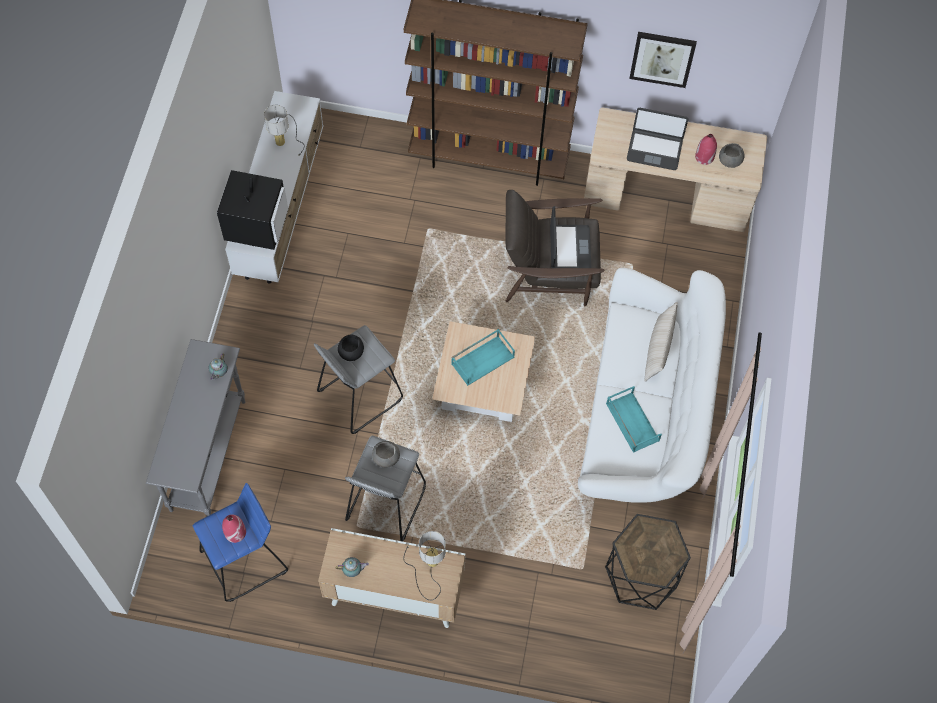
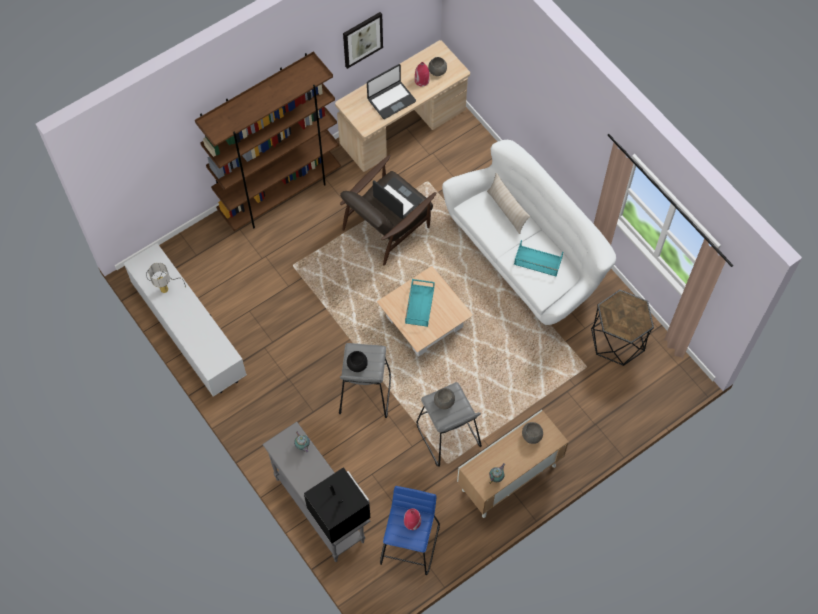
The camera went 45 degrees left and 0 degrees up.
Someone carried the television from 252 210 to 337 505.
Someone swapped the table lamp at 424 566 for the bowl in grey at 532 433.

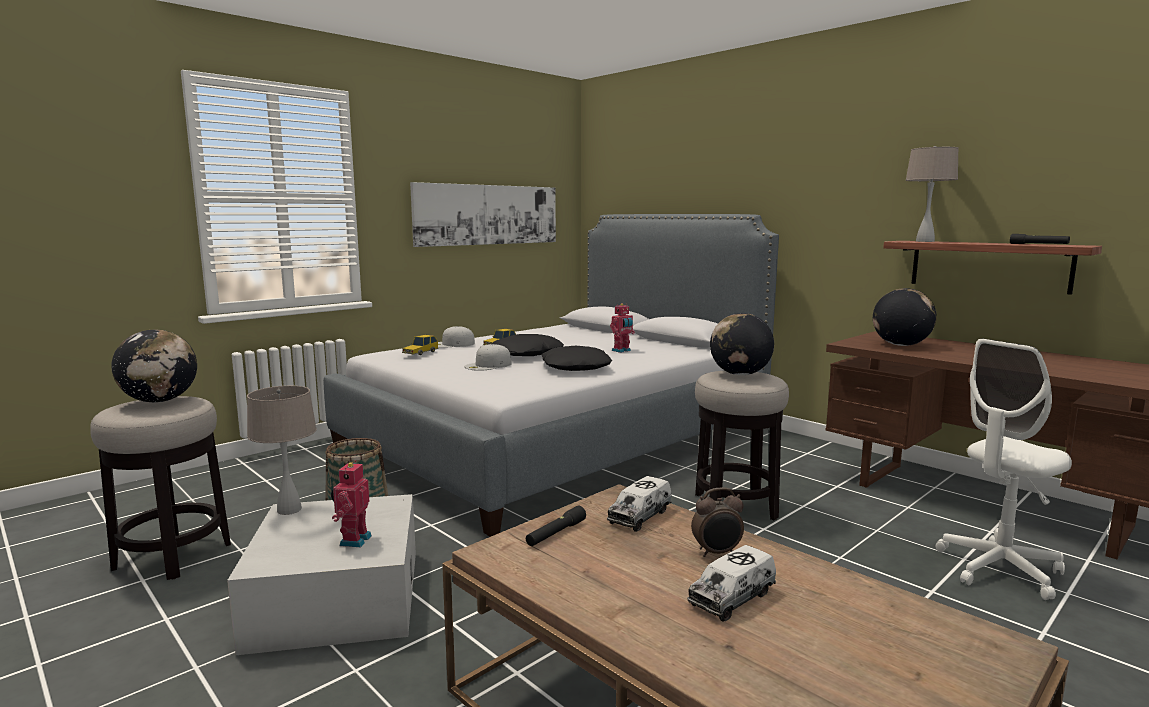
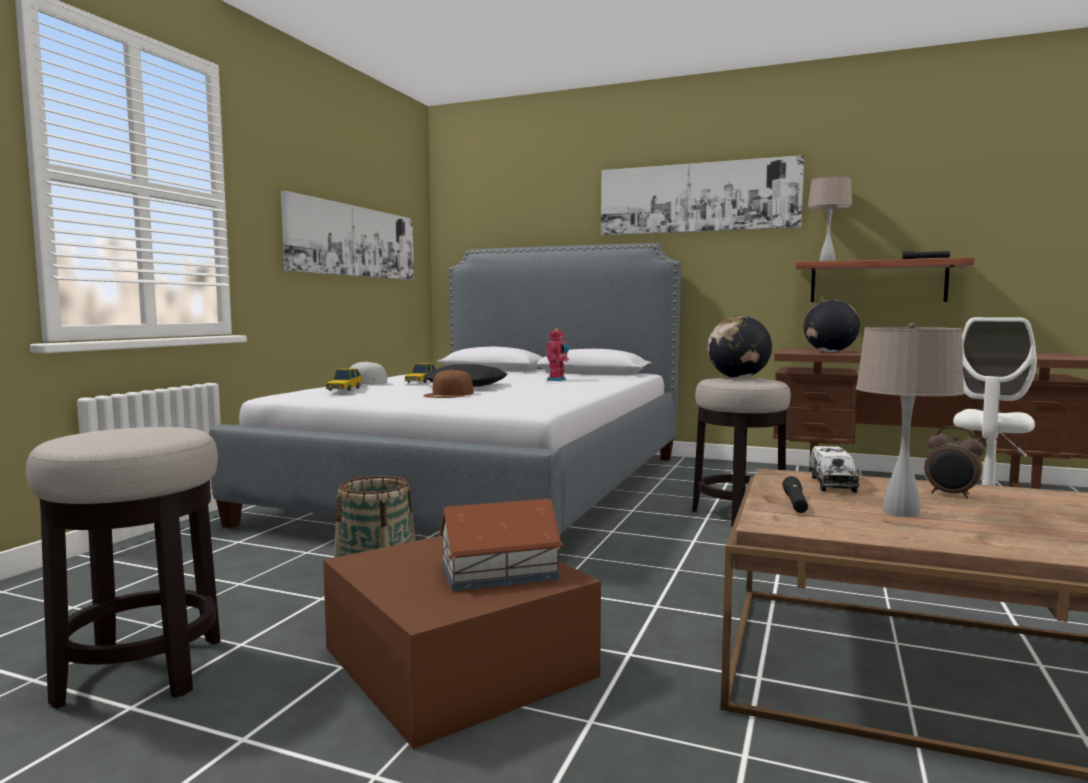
The camera went 25 degrees left and 5 degrees down.
Someone repainted the storage box in white at 321 574, which became the storage box in brown at 462 642.
Someone repainted the cap in white at 488 357, which became the cap in brown at 448 383.
Someone swapped the toy robot at 351 503 for the toy house at 500 545.
Someone put up the picture at 702 195.
Someone carried the table lamp in beige from 282 450 to 910 420.
Someone rotated the alarm clock at 717 522 by 75 degrees clockwise.
Someone took away the globe at 154 366.
Someone took away the pillow in black at 576 358.
Someone took away the toy truck at 731 583.

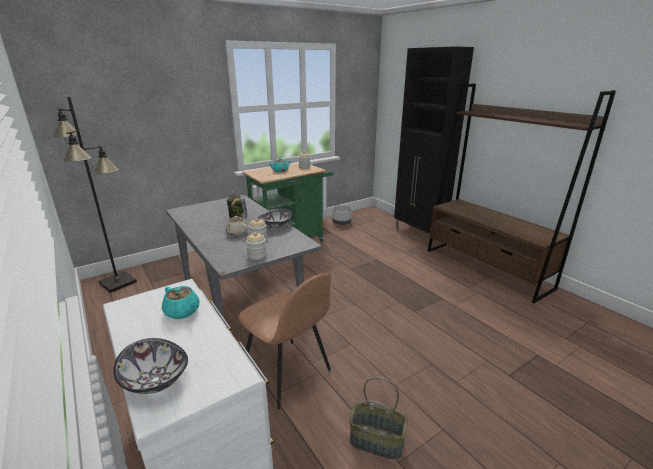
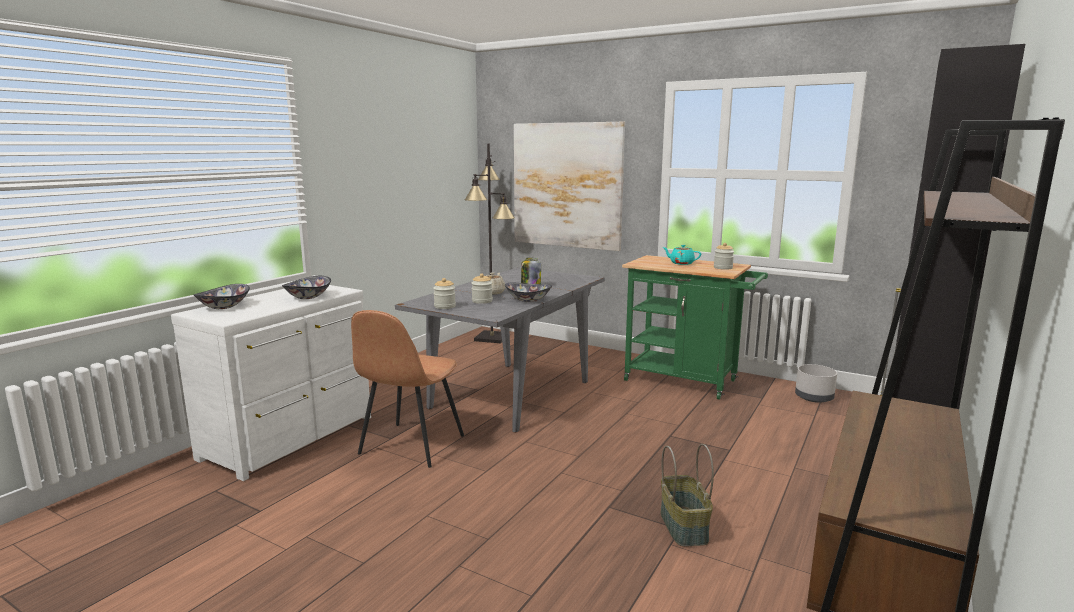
The camera went 65 degrees right and 10 degrees down.
Someone swapped the teapot in turquoise at 180 302 for the bowl at 306 287.
Someone put up the picture at 569 186.
Someone carried the basket from 378 418 to 687 495.

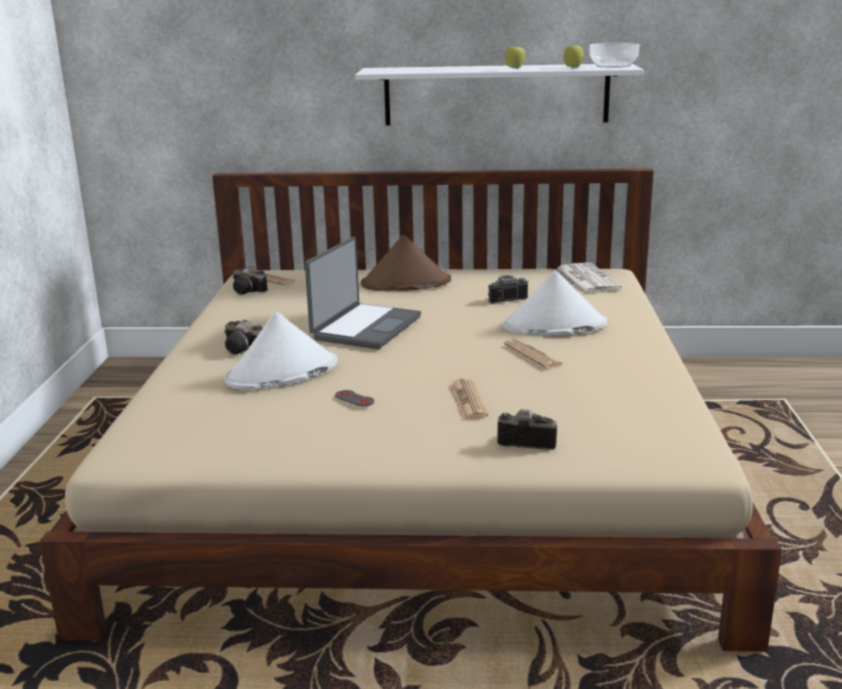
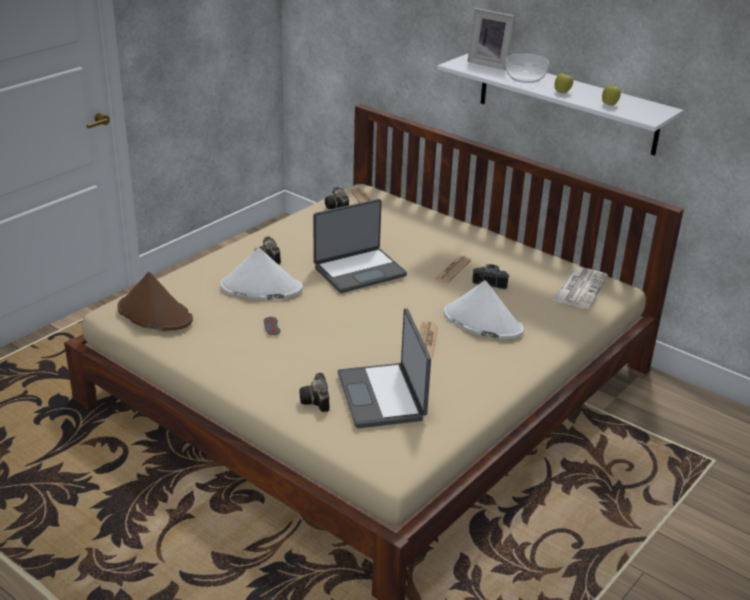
The camera went 35 degrees right and 10 degrees up.
Someone carried the hat in brown from 406 262 to 155 301.
Someone rotated the photo camera at 527 429 by 150 degrees counterclockwise.
Someone put down the laptop at 384 368.
Someone carried the newspaper from 469 398 to 453 269.
Someone put down the picture frame at 491 39.
Someone carried the bowl from 614 55 to 527 68.

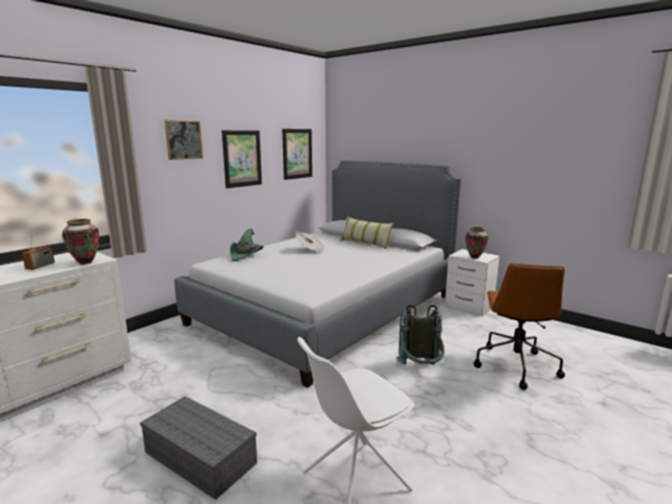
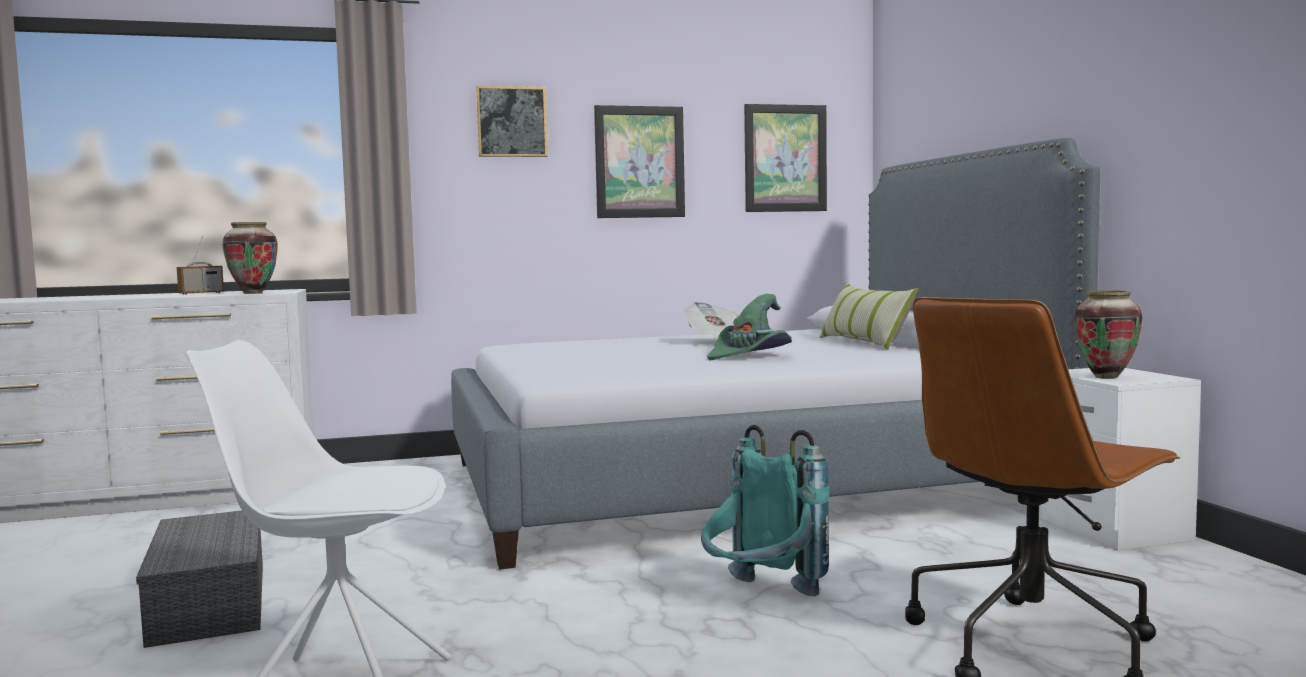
The camera went 35 degrees right and 10 degrees down.
Someone repainted the backpack in grey at 420 335, which became the backpack in turquoise at 765 510.
Someone carried the hat in green from 246 245 to 749 327.

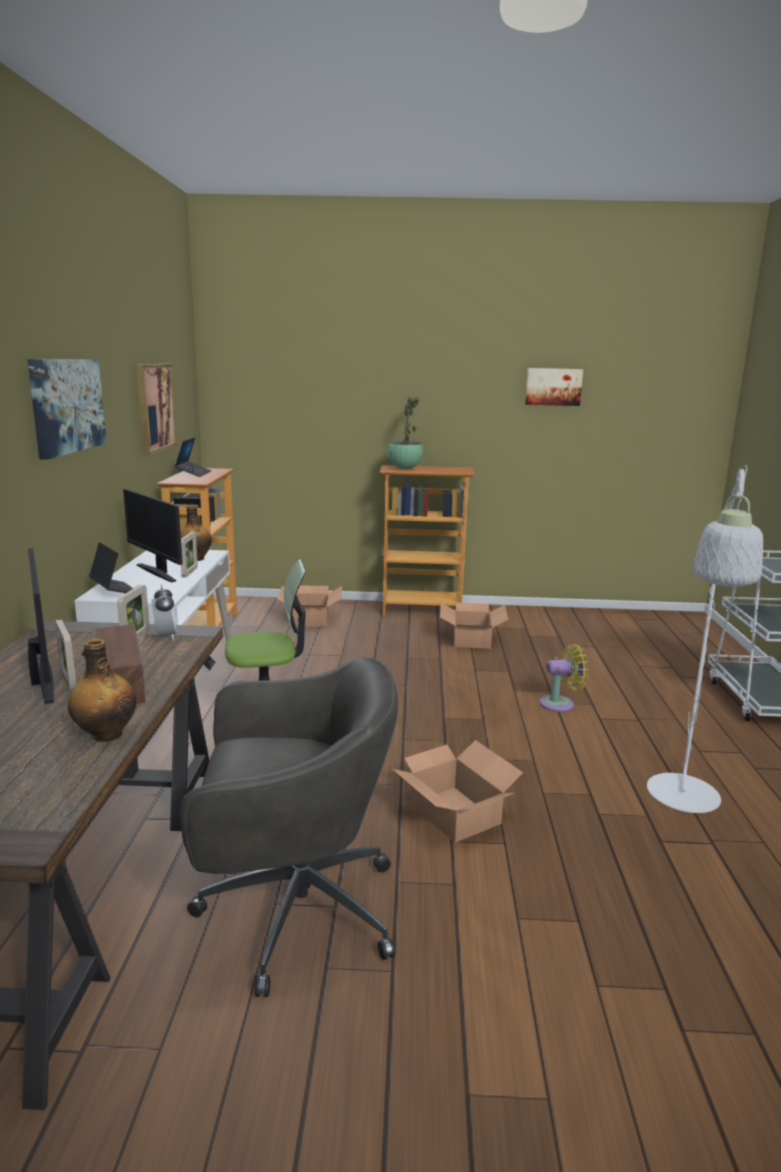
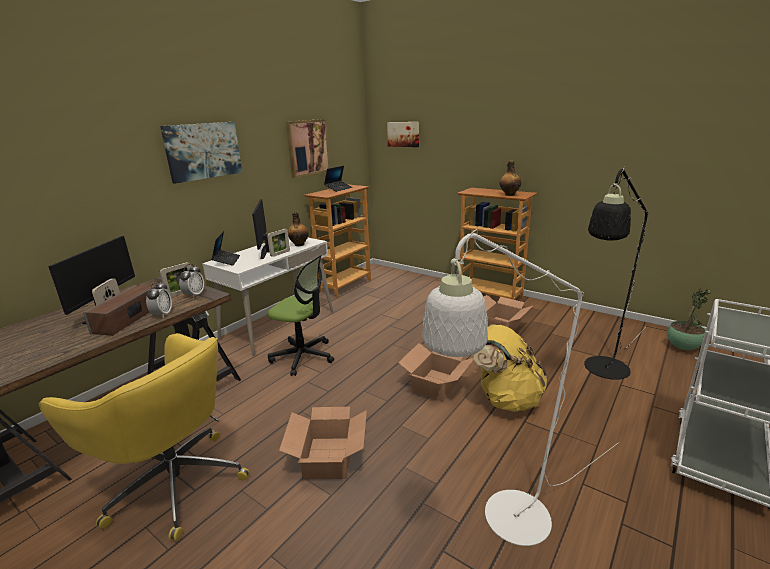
The camera went 35 degrees right and 5 degrees up.
Someone repainted the office chair in grey at 289 827, which became the office chair in yellow at 144 437.
Someone put down the alarm clock at 159 299.
Someone carried the picture from 554 387 to 403 134.
Someone carried the cardboard box from 310 606 to 435 372.
Someone swapped the fan in yellow at 564 678 for the backpack in yellow at 510 368.
Someone carried the bottle from 102 690 to 510 178.
Someone put down the floor lamp in black at 616 273.
Someone carried the potted plant from 405 433 to 689 319.

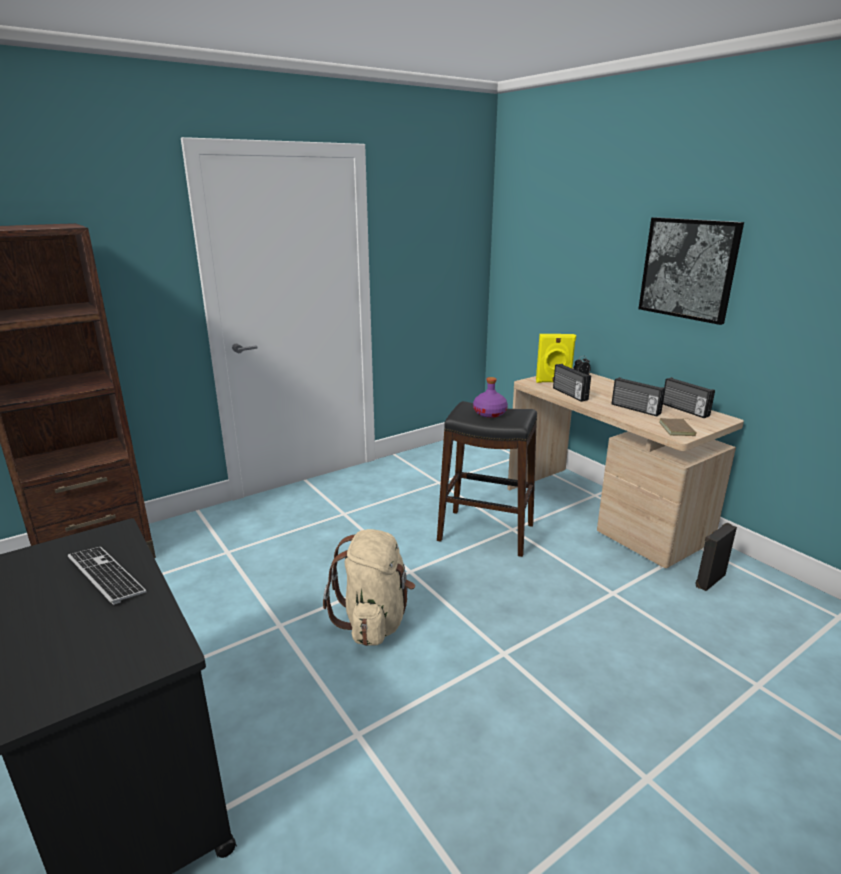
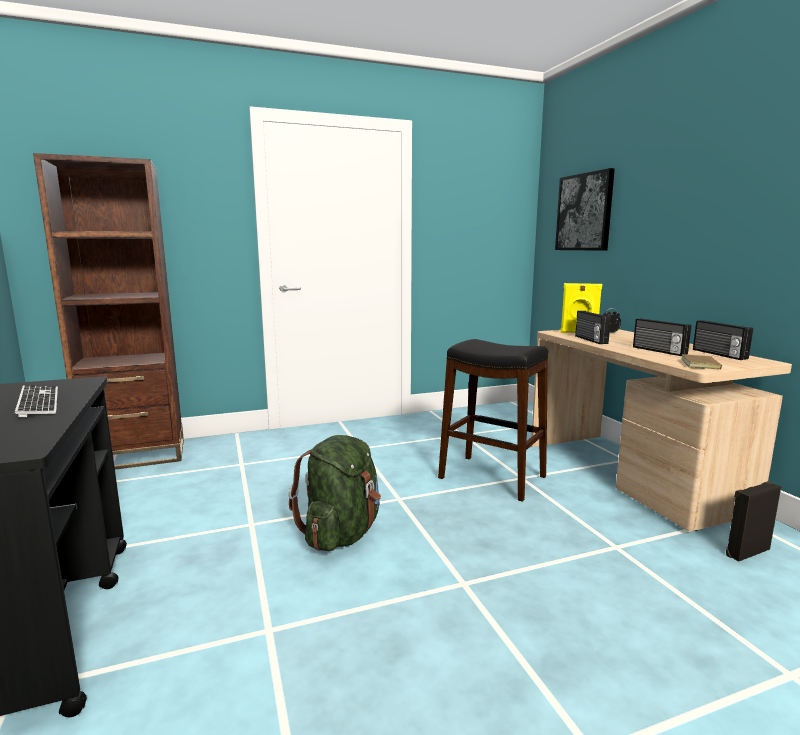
The camera went 15 degrees right and 10 degrees down.
Someone repainted the backpack in beige at 369 587, which became the backpack in green at 335 493.
Someone carried the picture from 691 271 to 585 209.
Someone took away the bottle in purple at 490 397.

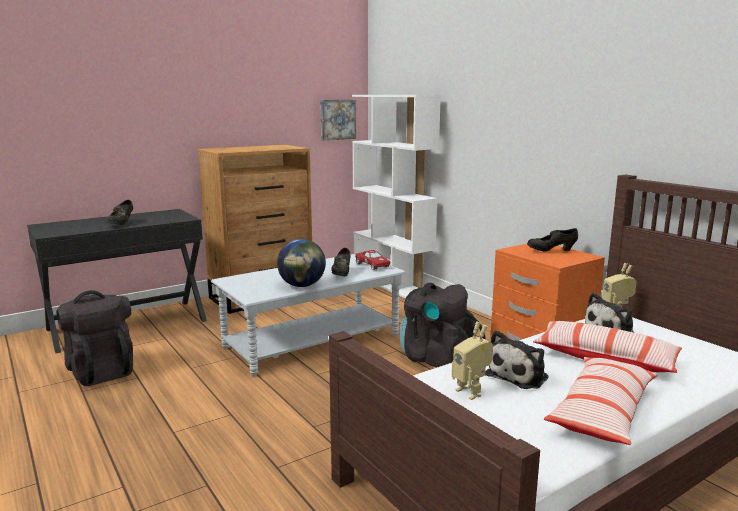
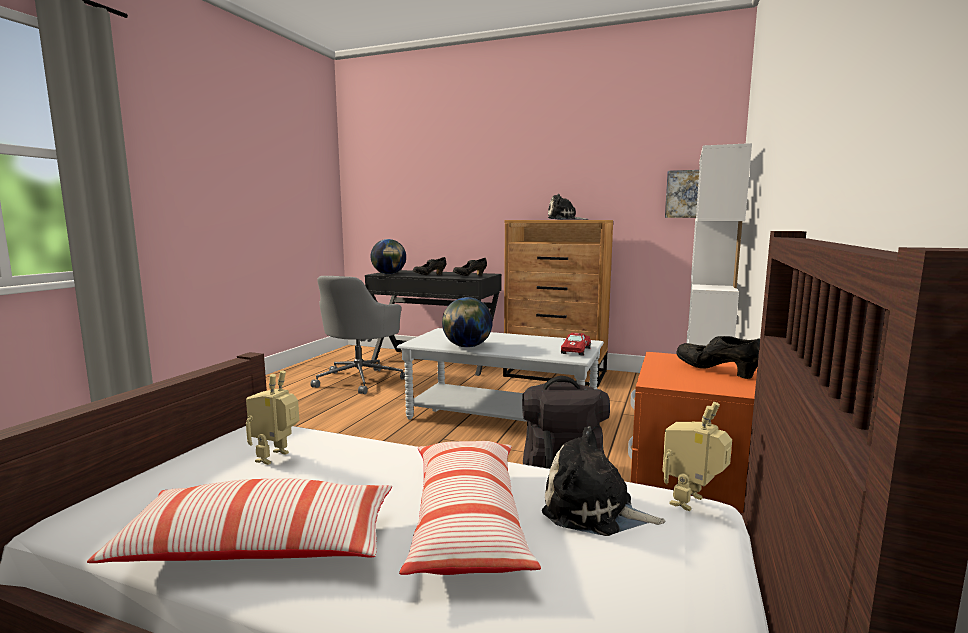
The camera went 55 degrees right and 5 degrees down.
Someone swapped the backpack in black at 94 338 for the office chair in grey at 358 335.
Someone put down the globe at 388 256.
Someone carried the shoe in black from 341 262 to 470 267.
Someone carried the plush toy from 516 359 to 568 207.

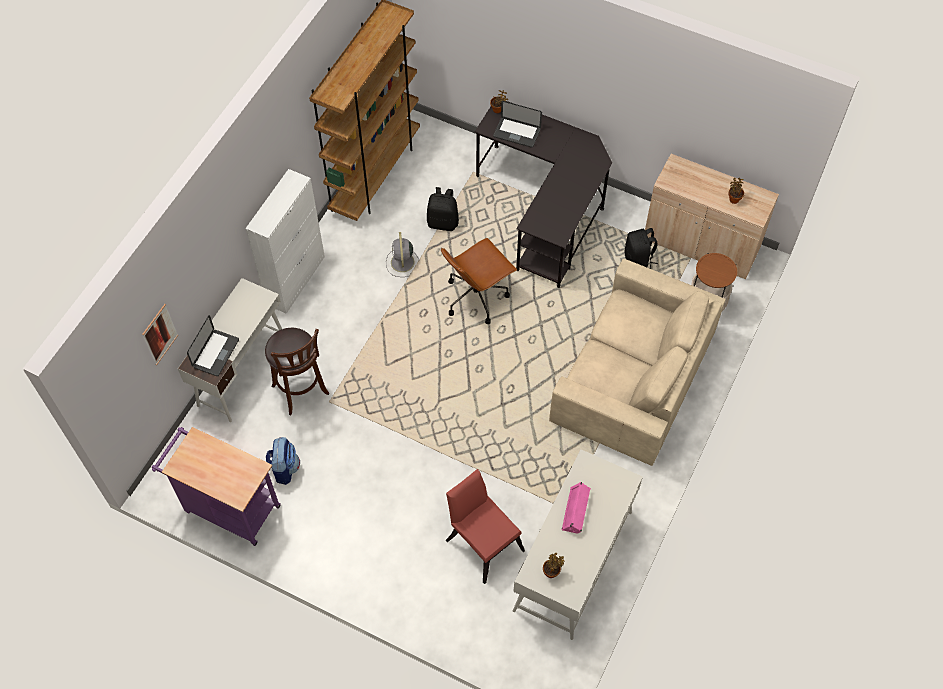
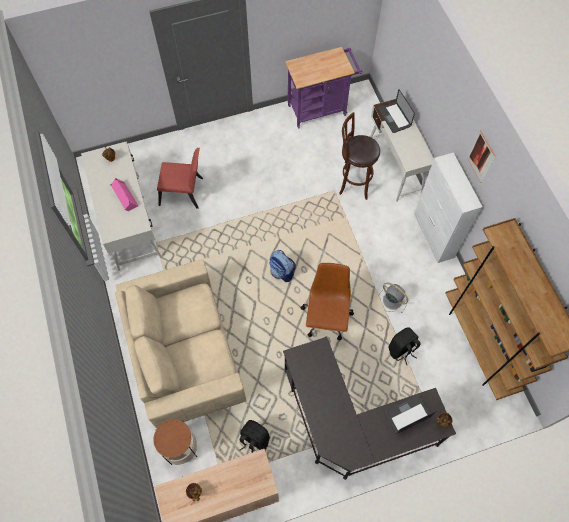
The camera went 135 degrees right and 5 degrees up.
Someone carried the backpack from 283 461 to 283 266.
Someone carried the picture from 160 334 to 481 156.

